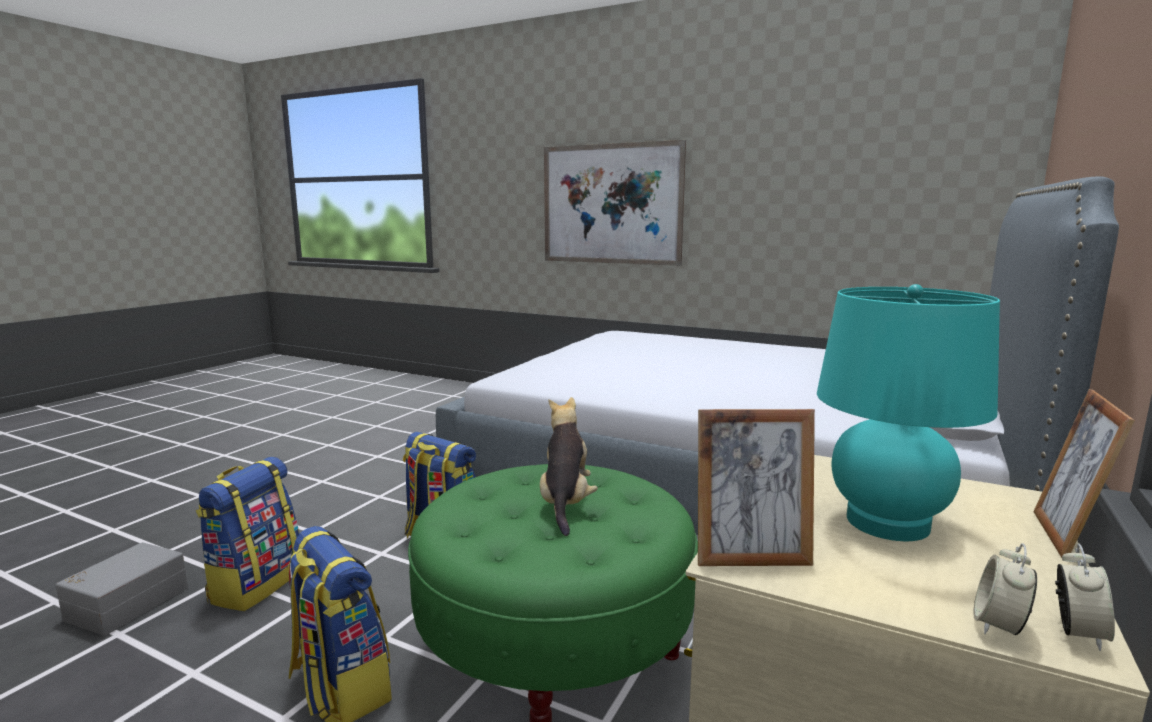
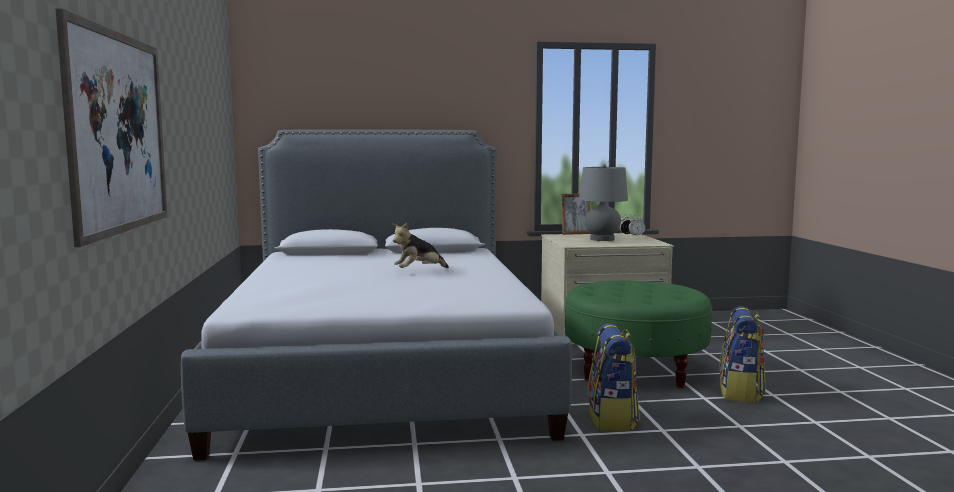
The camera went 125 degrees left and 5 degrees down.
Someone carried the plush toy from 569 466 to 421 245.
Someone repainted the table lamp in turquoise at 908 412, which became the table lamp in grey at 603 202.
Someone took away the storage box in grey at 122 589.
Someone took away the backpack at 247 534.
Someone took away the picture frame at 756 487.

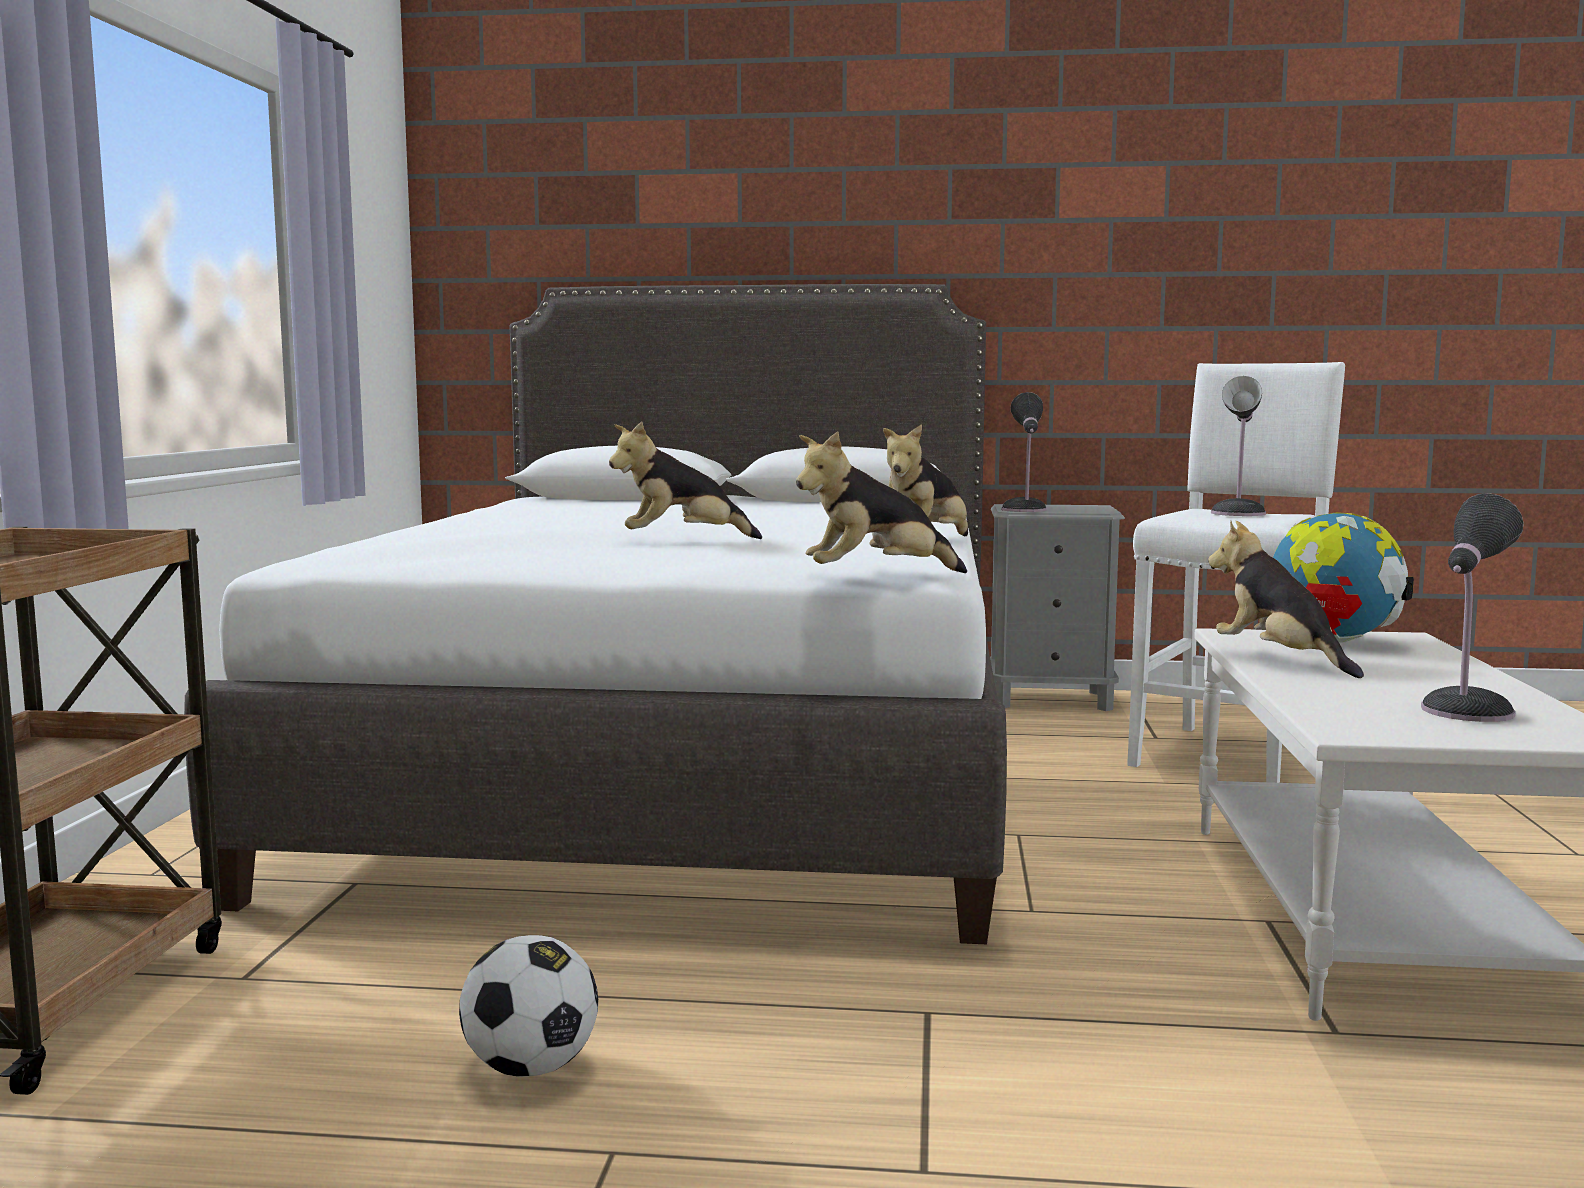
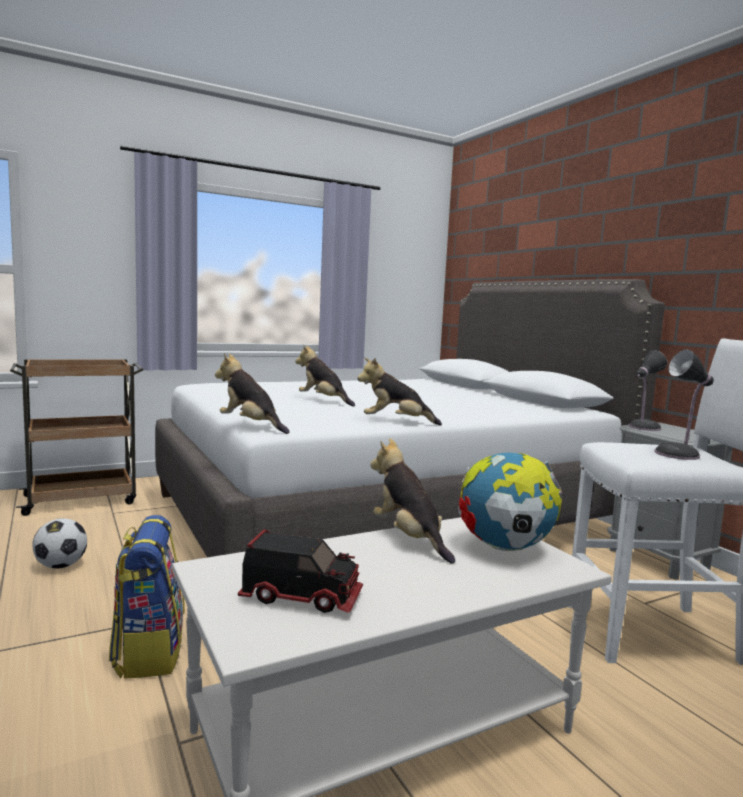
The camera went 55 degrees right and 0 degrees up.
Someone put down the backpack at 147 597.
Someone swapped the table lamp at 1472 607 for the toy truck at 300 571.
Someone rotated the plush toy at 1286 599 by 60 degrees counterclockwise.

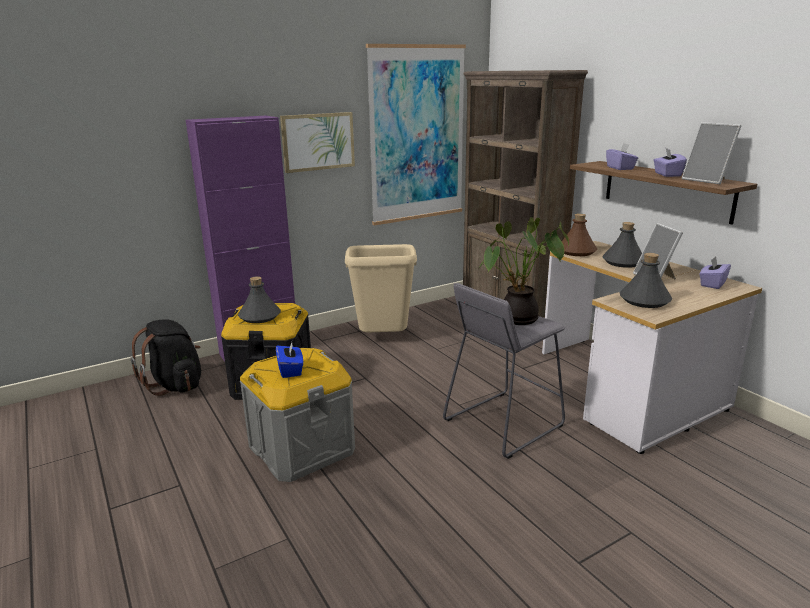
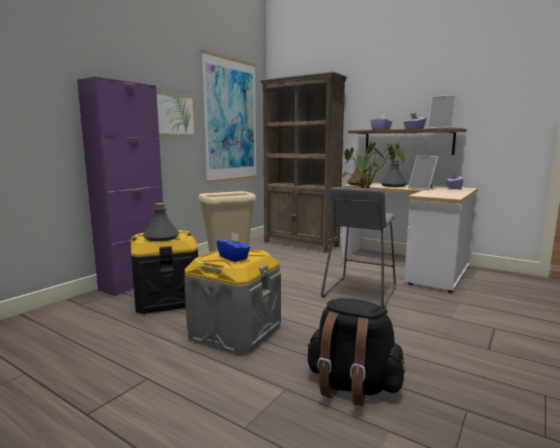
The camera went 25 degrees left and 10 degrees down.
Someone carried the backpack in black from 166 357 to 356 352.
Someone took away the bottle in grey at 646 280.

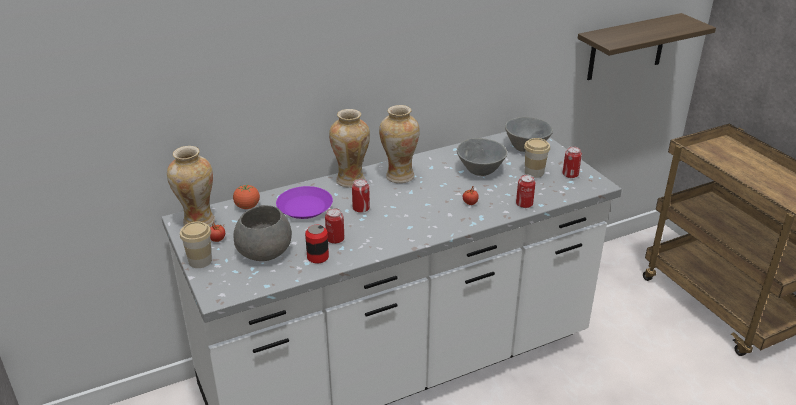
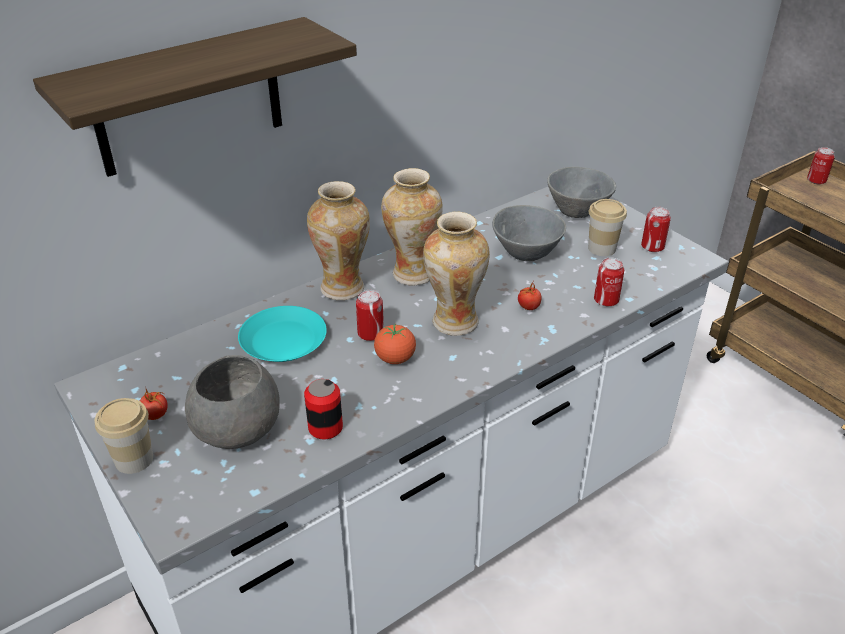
The camera went 10 degrees left and 5 degrees up.
Someone carried the shelf from 647 46 to 195 97.
Someone repainted the plate in purple at 304 202, which became the plate in turquoise at 282 334.
Someone carried the tomato from 246 196 to 395 344.
Someone carried the vase from 191 186 to 456 274.
Someone carried the can from 335 226 to 821 165.

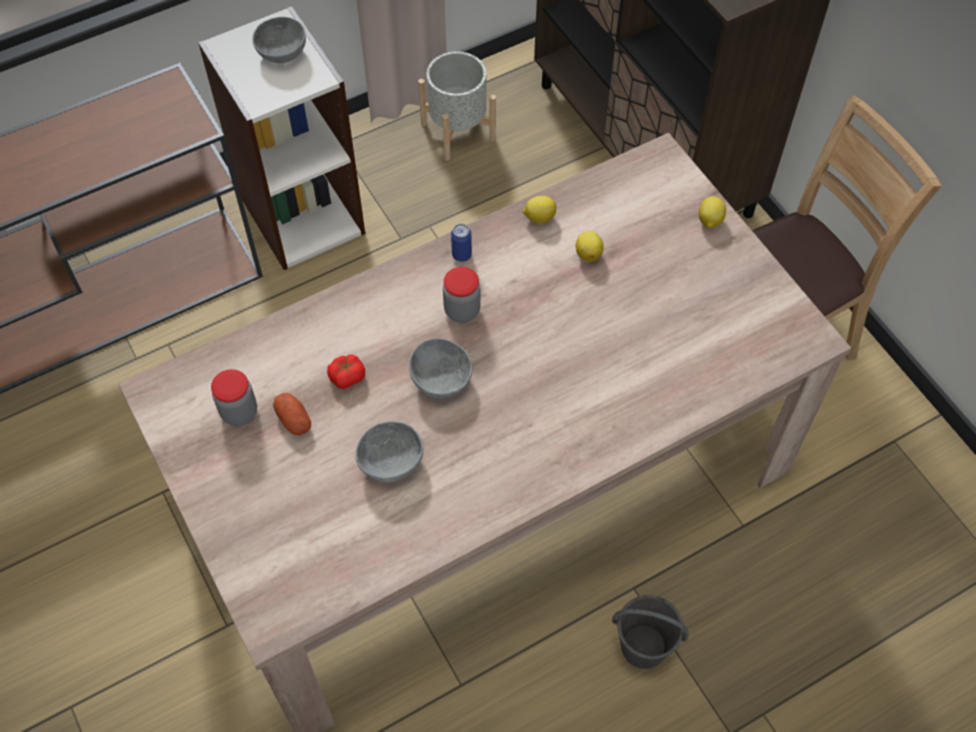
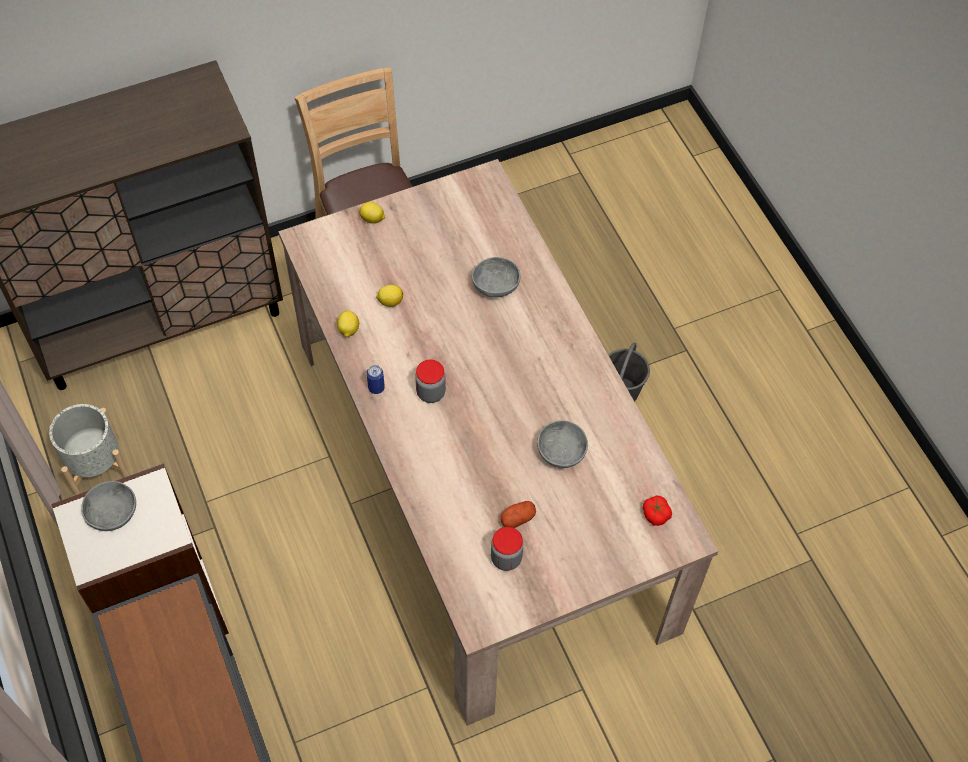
The camera went 85 degrees left and 0 degrees up.
Someone carried the bowl in grey from 440 368 to 496 277.
Someone carried the tomato from 346 372 to 657 511.

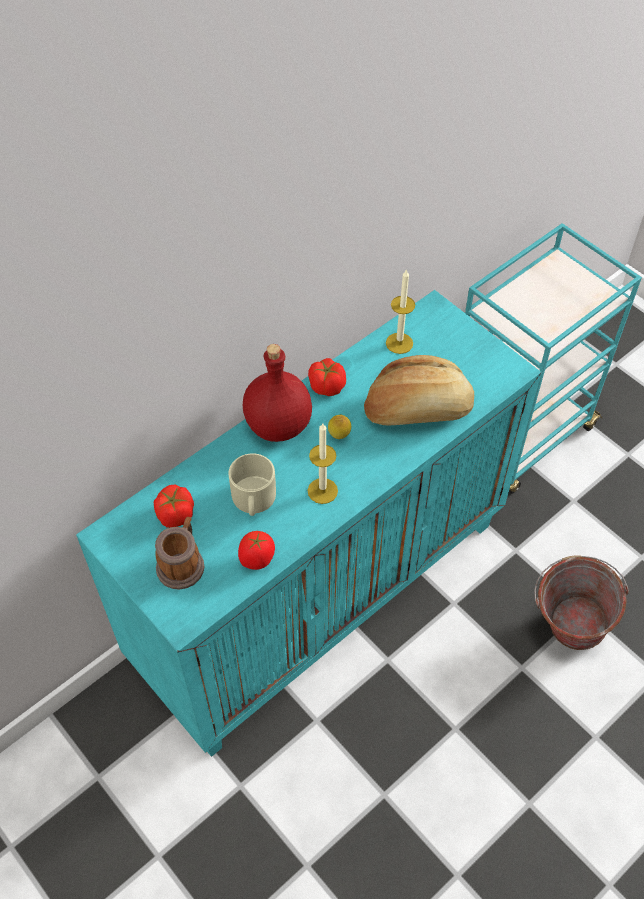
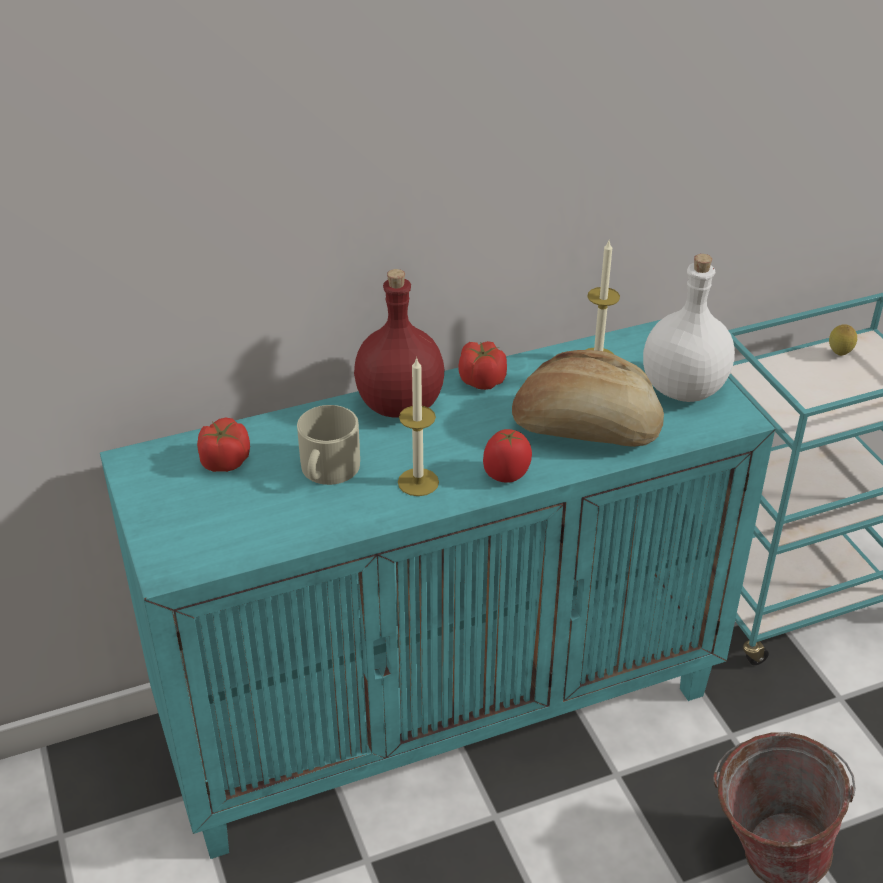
The camera went 20 degrees right and 15 degrees down.
Someone carried the tomato from 256 550 to 507 456.
Someone put down the bottle in white at 689 328.
Someone carried the lemon from 339 427 to 843 340.
Someone took away the mug at 180 553.

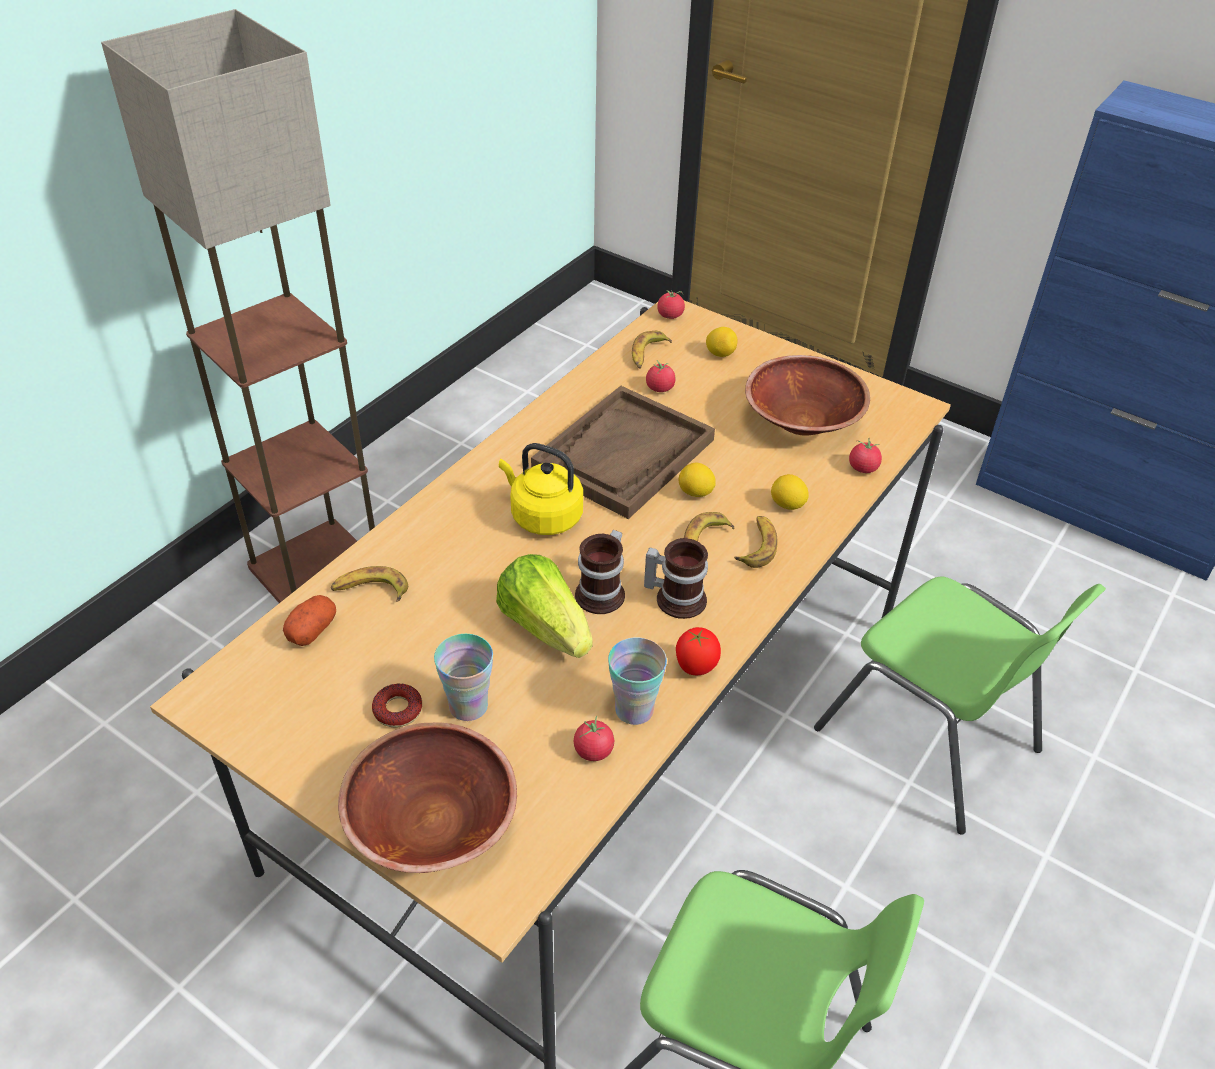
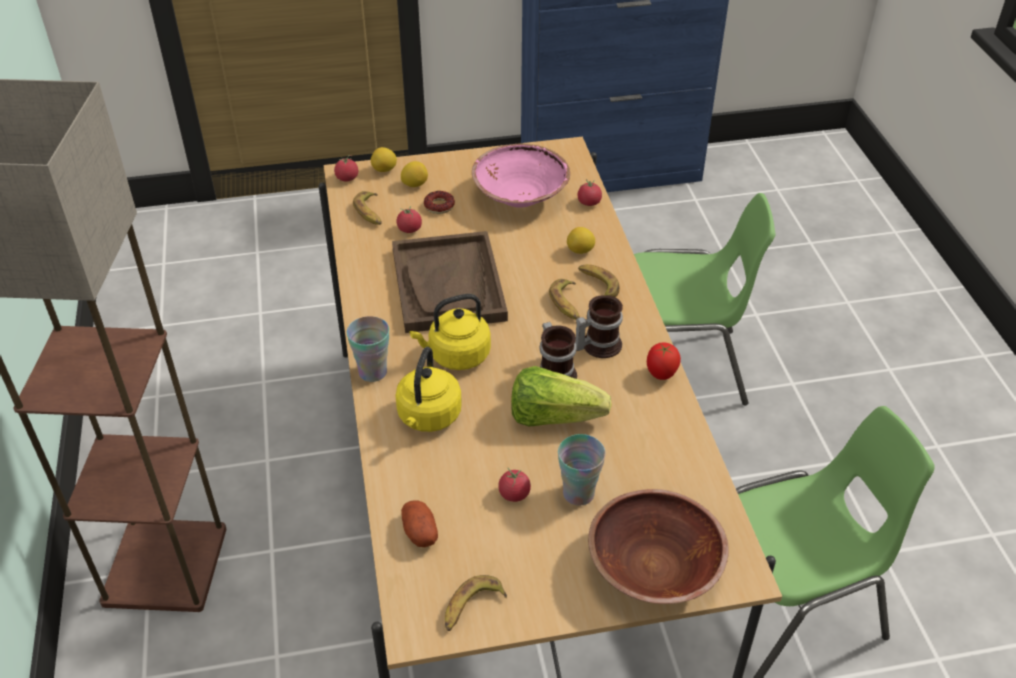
The camera went 45 degrees left and 0 degrees up.
Someone carried the cup from 637 681 to 368 349.
Someone carried the lemon from 697 480 to 384 159.
Someone put down the kettle in yellow at 429 389.
Someone carried the donut from 397 705 to 439 202.
Someone carried the banana from 369 584 to 476 603.
Someone repainted the bowl in brown at 807 395, which became the bowl in pink at 521 176.
Someone carried the tomato from 593 738 to 514 484.

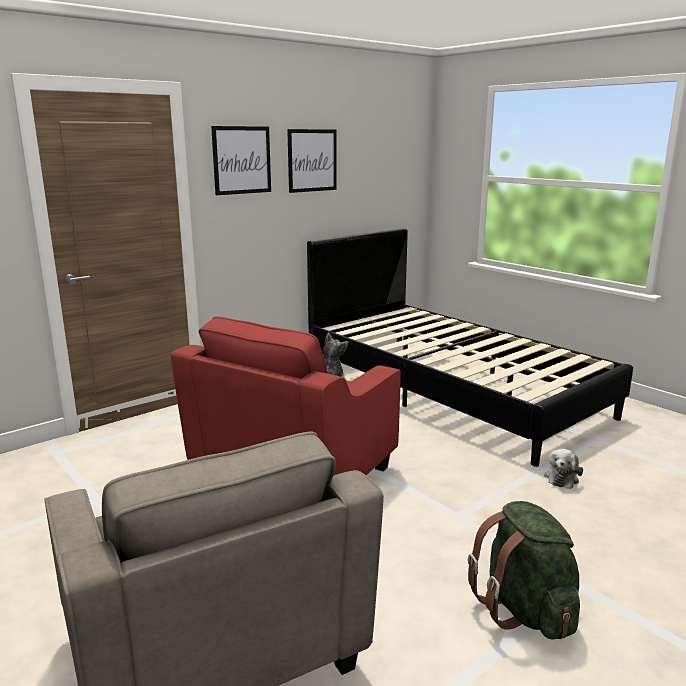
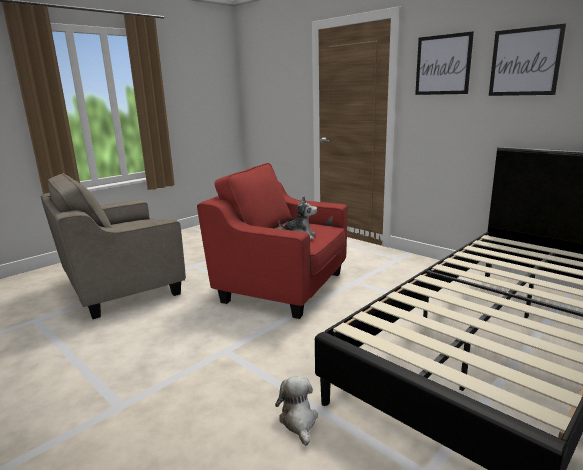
The camera went 85 degrees right and 0 degrees up.
Someone rotated the plush toy at 563 469 by 60 degrees clockwise.
Someone took away the backpack in green at 524 570.

